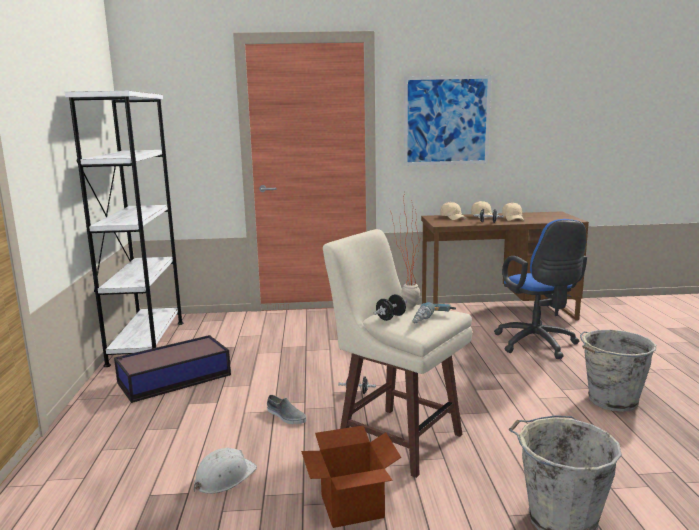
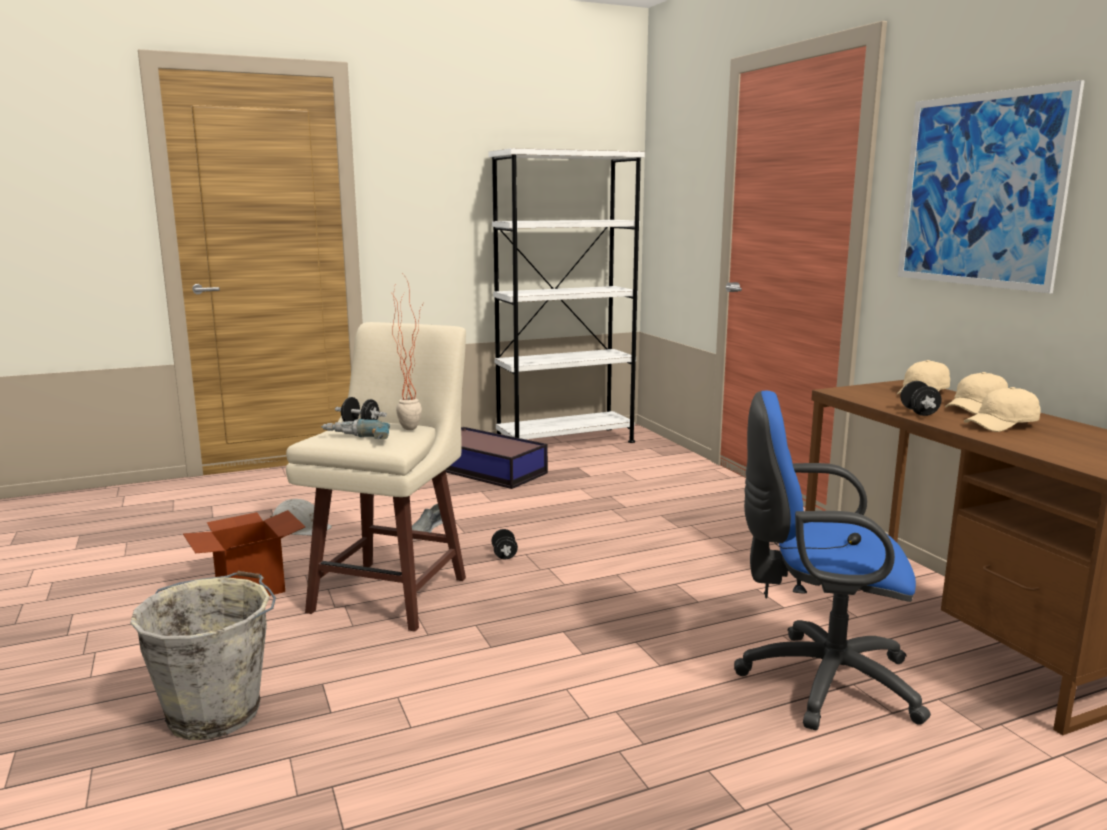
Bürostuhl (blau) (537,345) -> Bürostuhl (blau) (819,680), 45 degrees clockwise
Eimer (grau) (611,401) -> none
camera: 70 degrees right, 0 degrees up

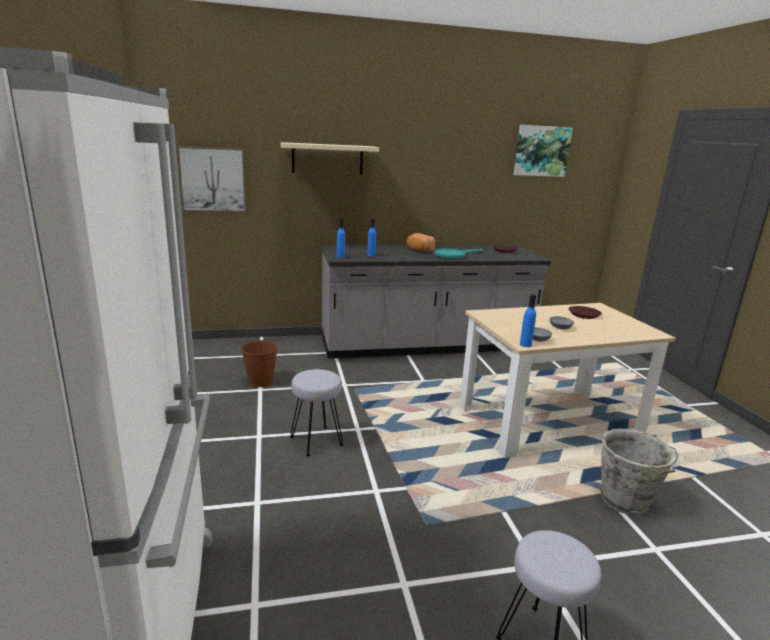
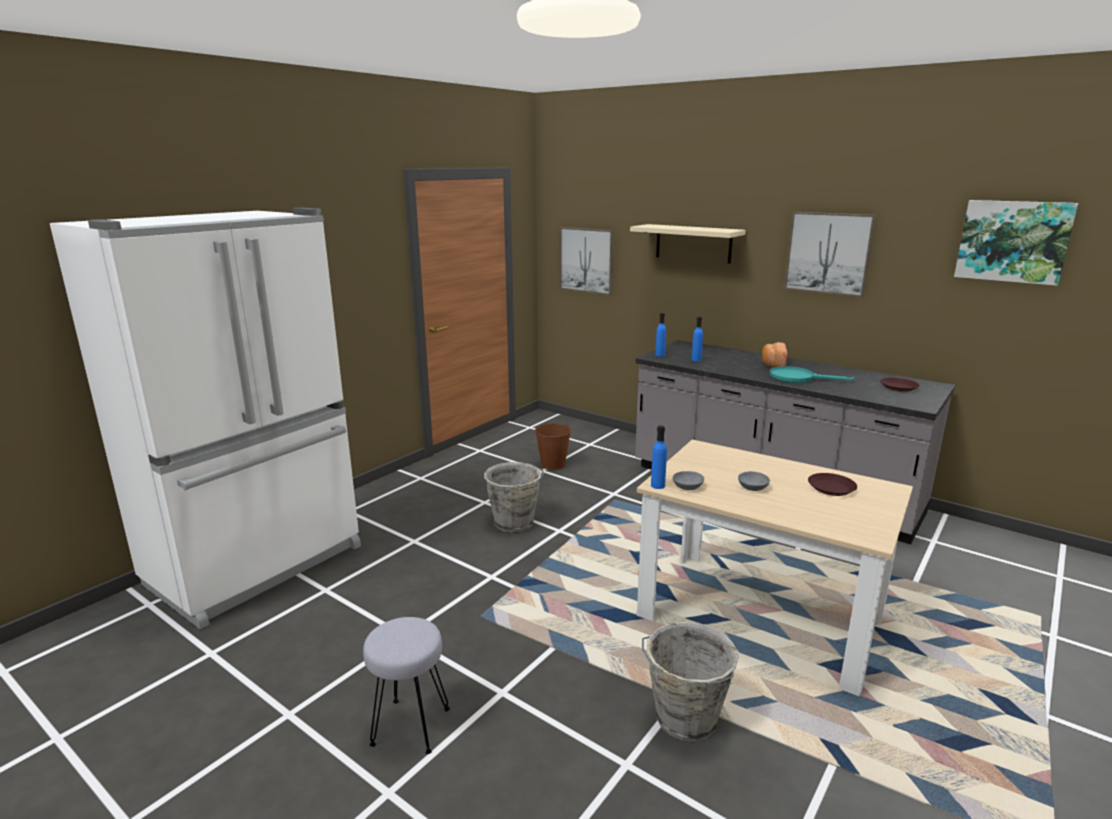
Hocker (grau) (316,440) -> Eimer (grau) (514,523)
none -> Bild (828,253)
camera: 50 degrees right, 0 degrees up

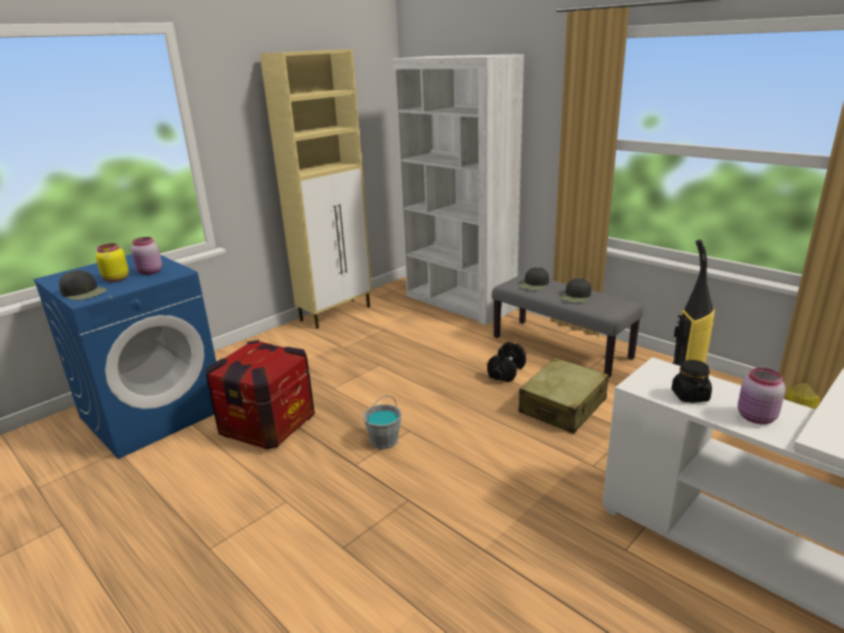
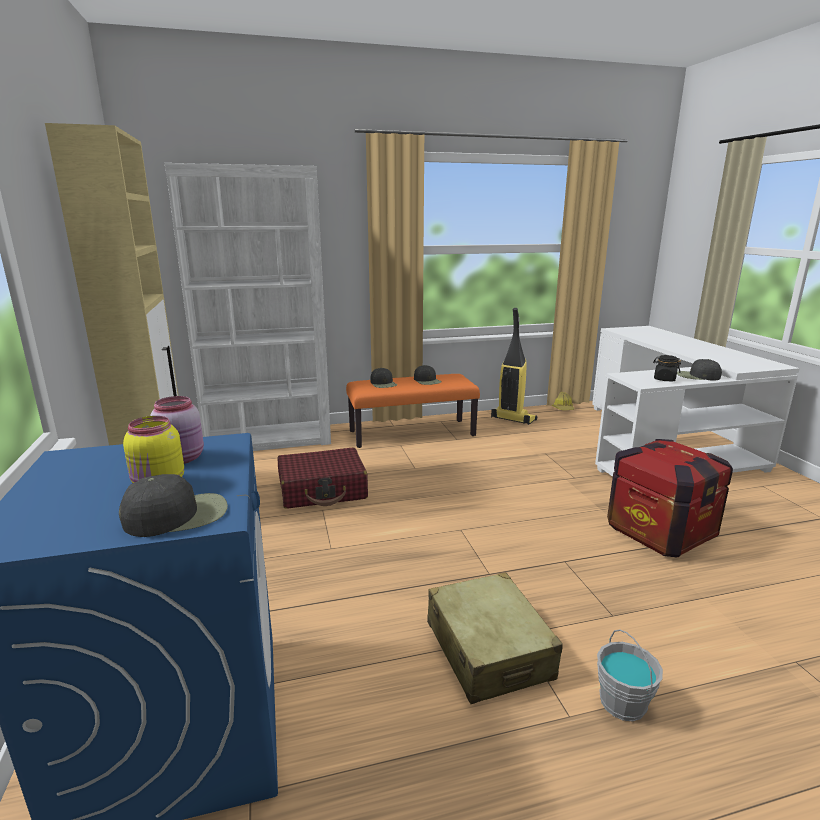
none -> Koffer (rot) (323,490)
Bank (grau) (561,347) -> Bank (orange) (412,433)
Koffer (beige) (563,406) -> Koffer (beige) (488,650), shifted
Eimer (grau) (384,440) -> Eimer (grau) (622,702), shifted
Kiste (268,426) -> Kiste (660,532), shifted
Vorratsglas (rosa) (756,418) -> Kappe (schwarz) (697,376)
Hantel (schwarz) (506,372) -> none
camera: 60 degrees left, 5 degrees down

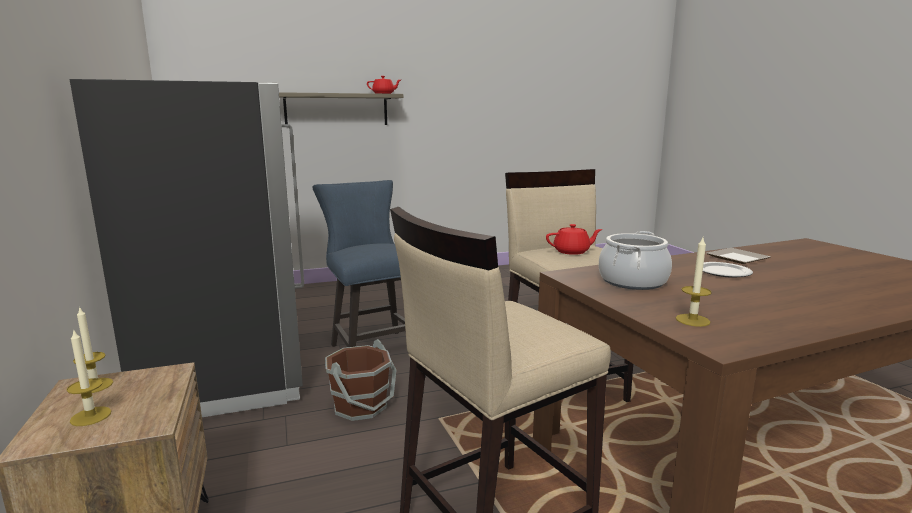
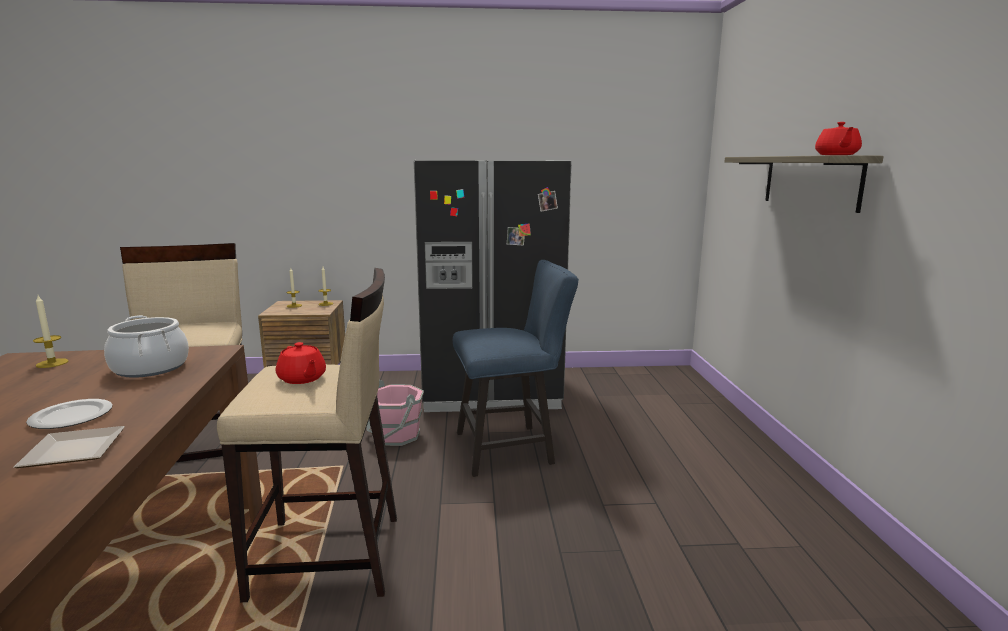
Teekanne (rot) (572,252) -> Teekanne (rot) (302,379), 45 degrees counterclockwise
Eimer (braun) (361,406) -> Eimer (rosa) (396,436)
camera: 105 degrees right, 0 degrees up

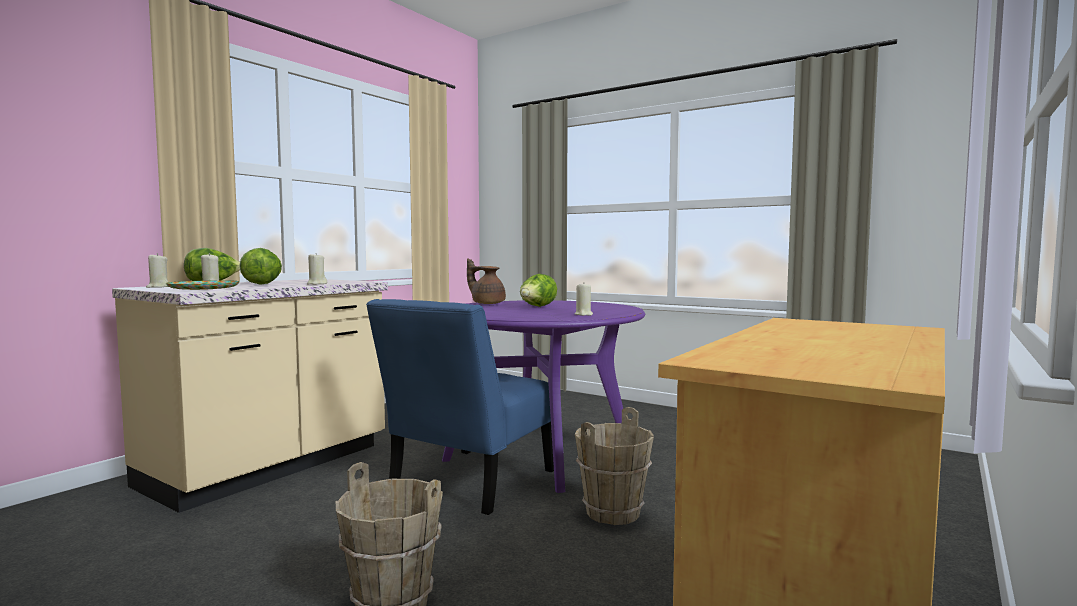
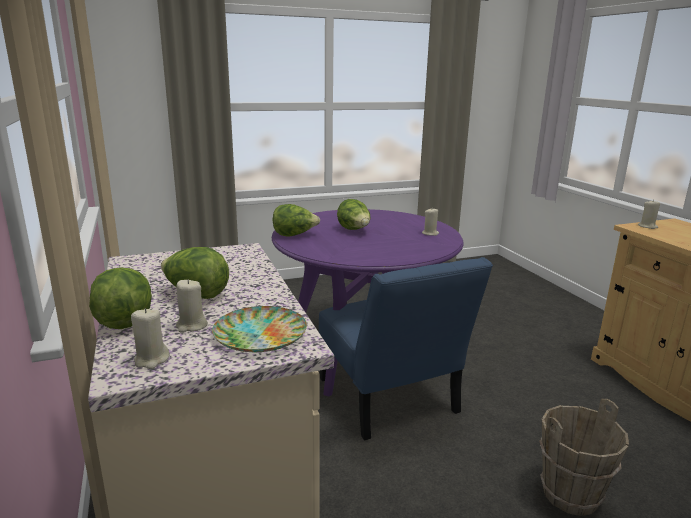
Teekanne (braun) (487,303) -> Salatkopf (294,235)
Kerze (beige) (316,284) -> Kerze (beige) (647,226), shifted
Eimer (braun) (613,513) -> none
camera: 55 degrees left, 15 degrees up

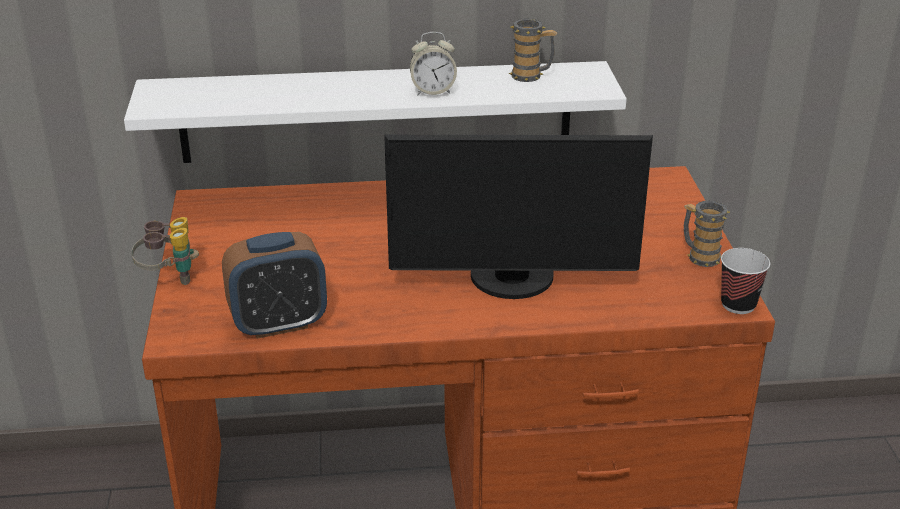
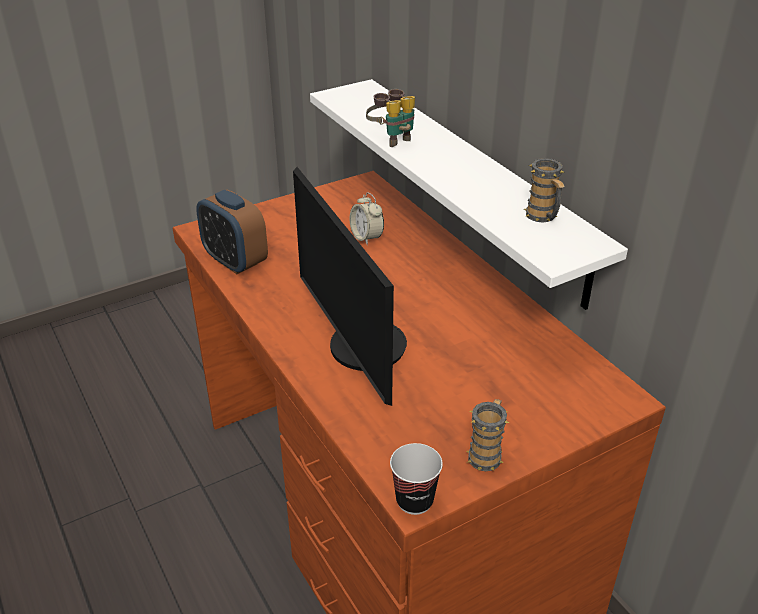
Wecker (433,91) -> Wecker (366,237), shifted
Fernglas (169,278) -> Fernglas (392,138), shifted
camera: 65 degrees right, 5 degrees up

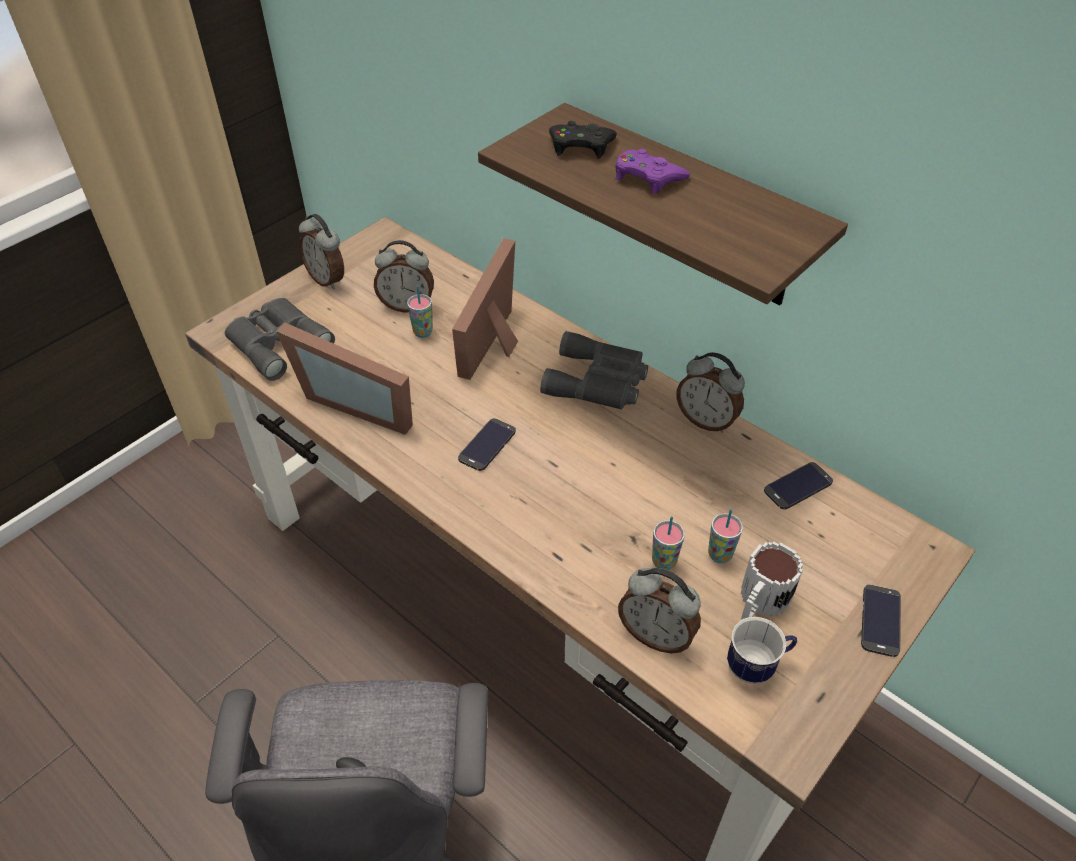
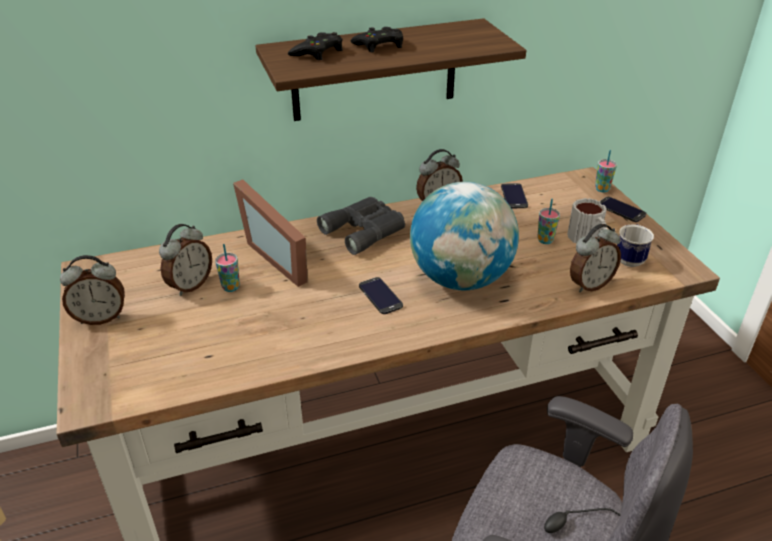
Gamepad (lila) (647,177) -> Gamepad (schwarz) (379,45)
none -> Globus (460,279)
Tasse (664,562) -> Tasse (602,189), shifted
Fernglas (grau) (277,342) -> none
Bilderrahmen (360,401) -> none
camera: 60 degrees left, 10 degrees down

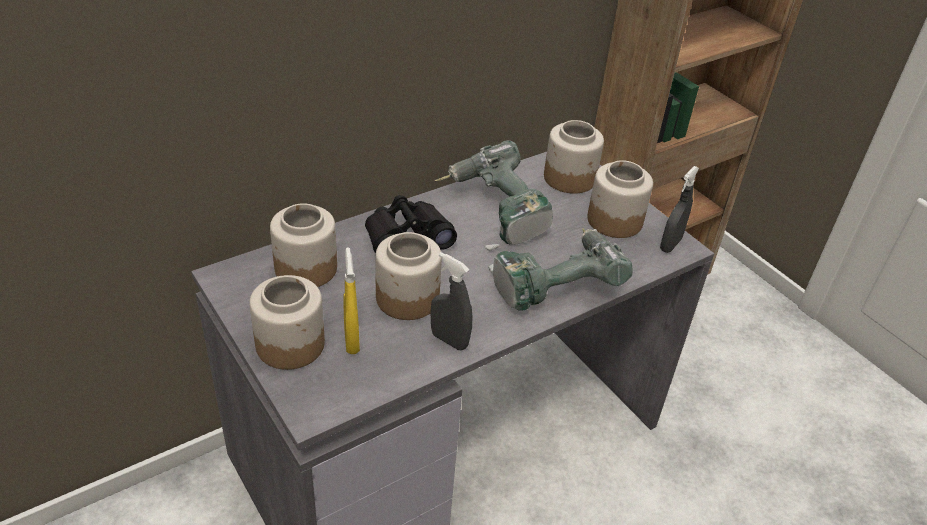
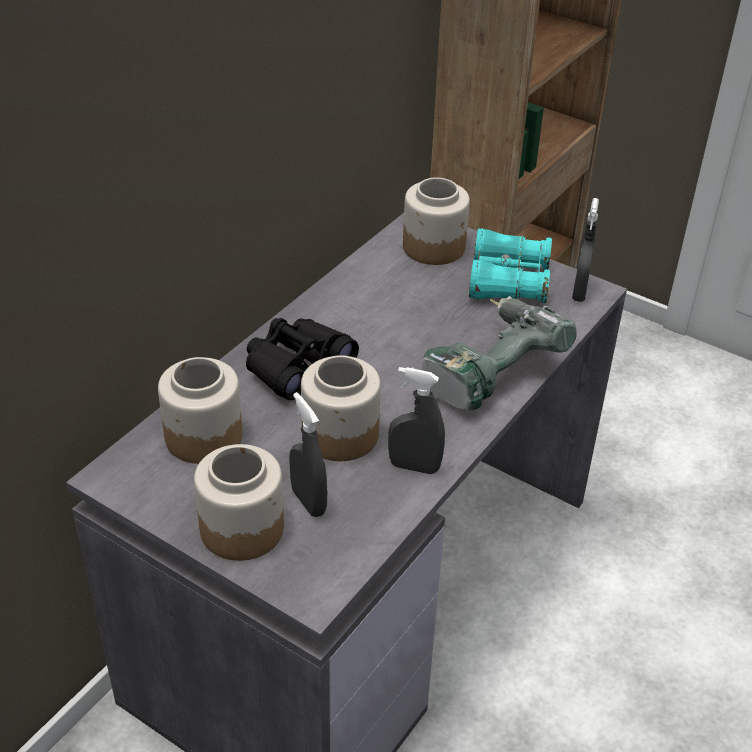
Sprühflasche (gelb) (351,340) -> Sprühflasche (grau) (308,502)
Vorratsglas (614,220) -> Fernglas (türkis) (508,281)
Bohrmaschine (494,213) -> none
camera: 20 degrees left, 0 degrees up

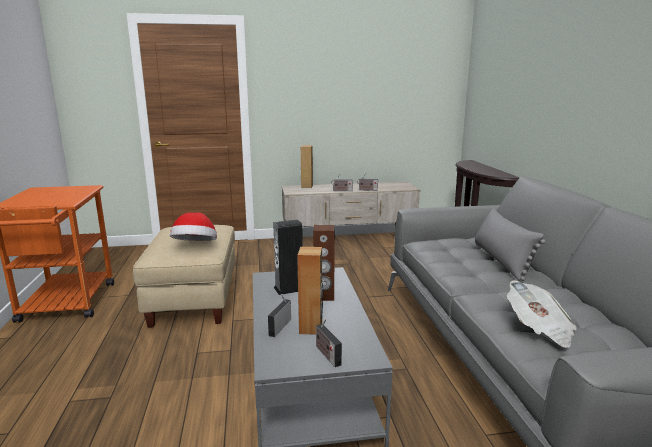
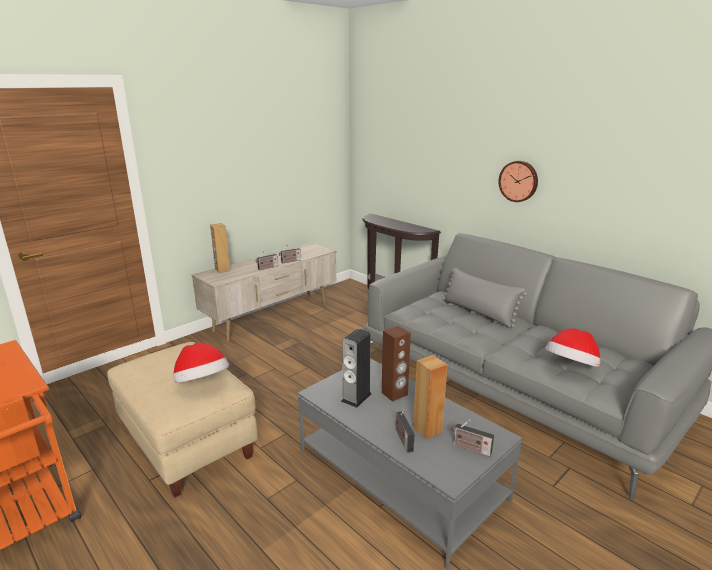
none -> Wanduhr (519,181)
Zeitung (539,329) -> Hut (571,367)
camera: 35 degrees left, 5 degrees up

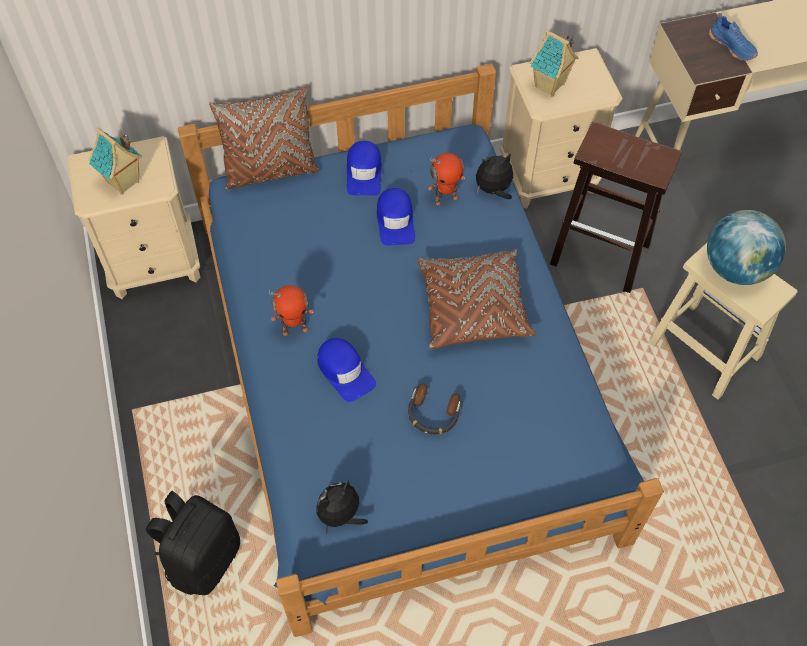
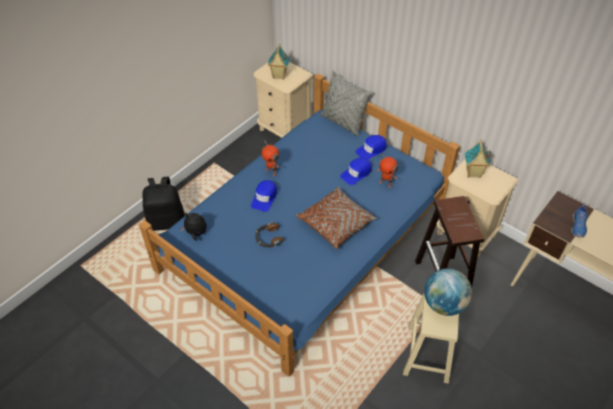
Kissen (braun) (270,171) -> Kissen (grau) (342,122)
Plüschtier (493,190) -> none
camera: 55 degrees right, 10 degrees down

